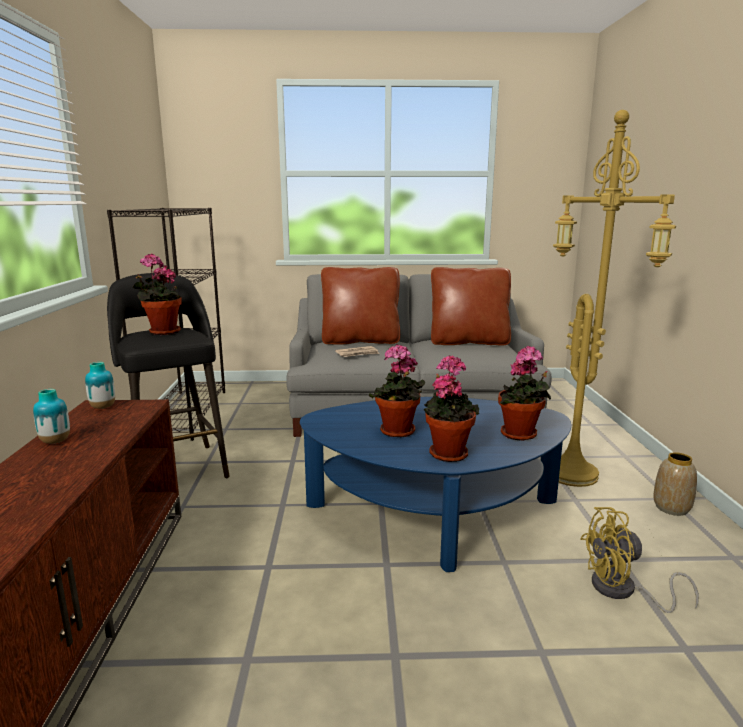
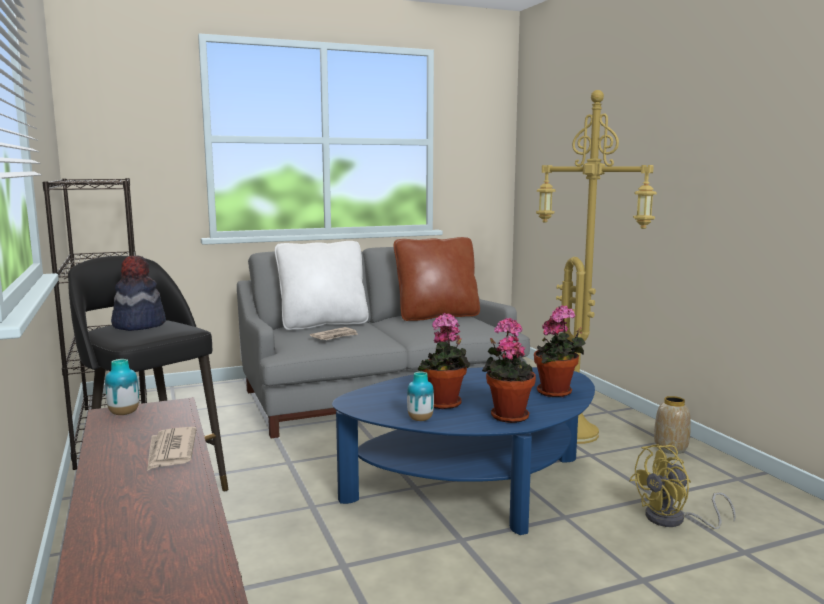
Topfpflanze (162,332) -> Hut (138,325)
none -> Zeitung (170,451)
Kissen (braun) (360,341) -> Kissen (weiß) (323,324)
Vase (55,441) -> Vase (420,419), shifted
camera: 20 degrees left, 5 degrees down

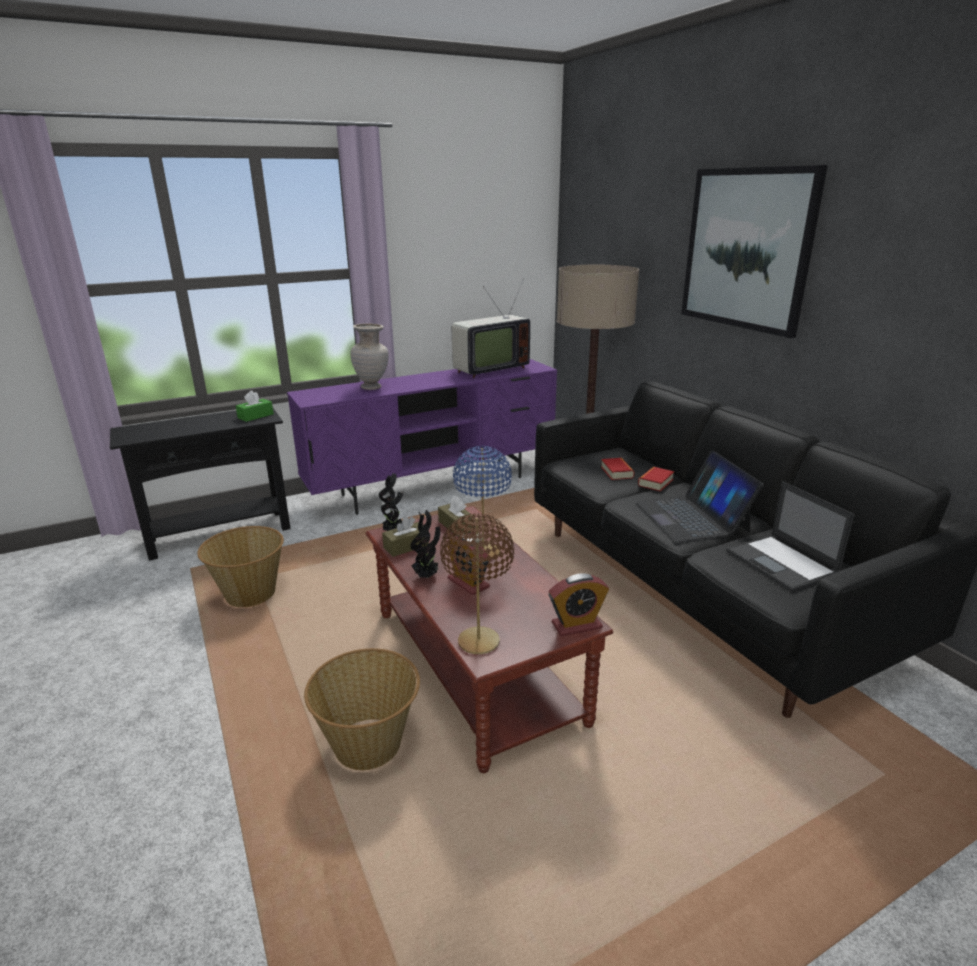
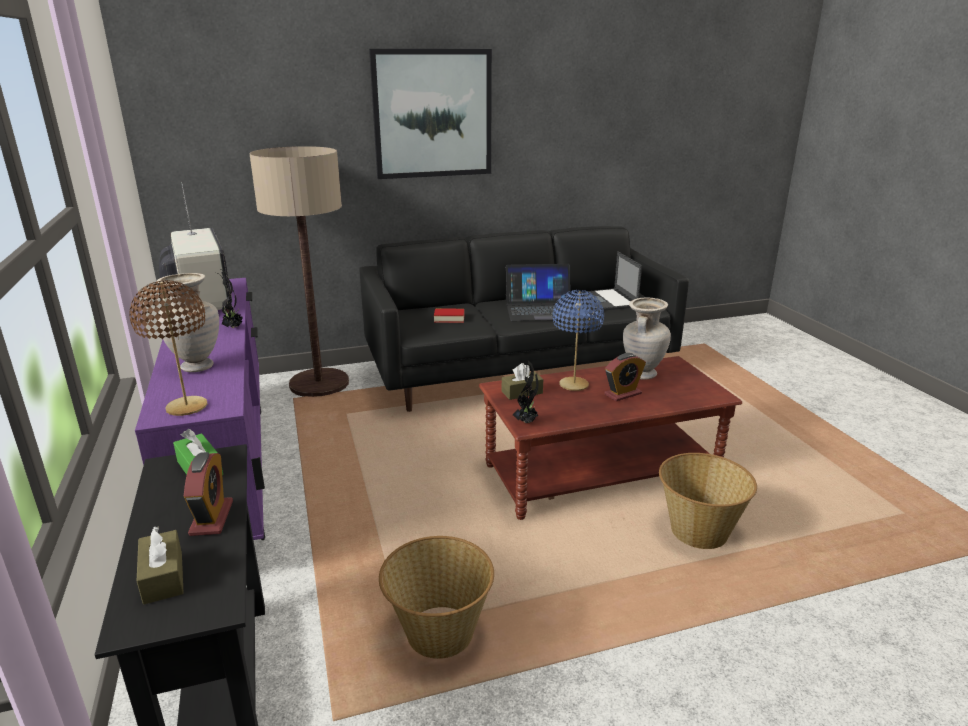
Tischlampe (braun) (479,641) -> Tischlampe (braun) (187,407), shifted
Taschentuchbox (braun) (406,546) -> Taschentuchbox (braun) (163,577), shifted
Wecker (576,625) -> Wecker (211,518), shifted
Topfpflanze (427,576) -> Topfpflanze (233,327), shifted
Laptop (782,563) -> Laptop (608,300), 90 degrees clockwise
none -> Vase (beige) (642,374)
Buch (655,482) -> none
camera: 80 degrees left, 0 degrees up

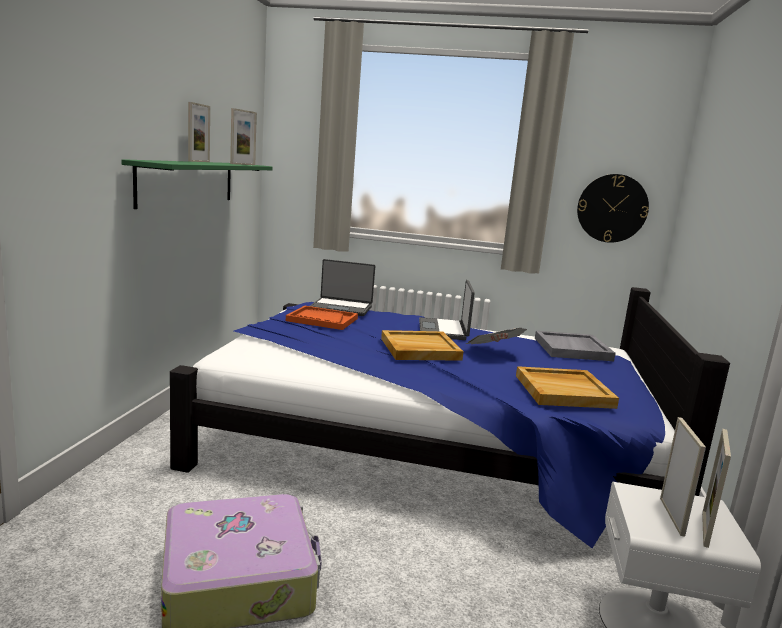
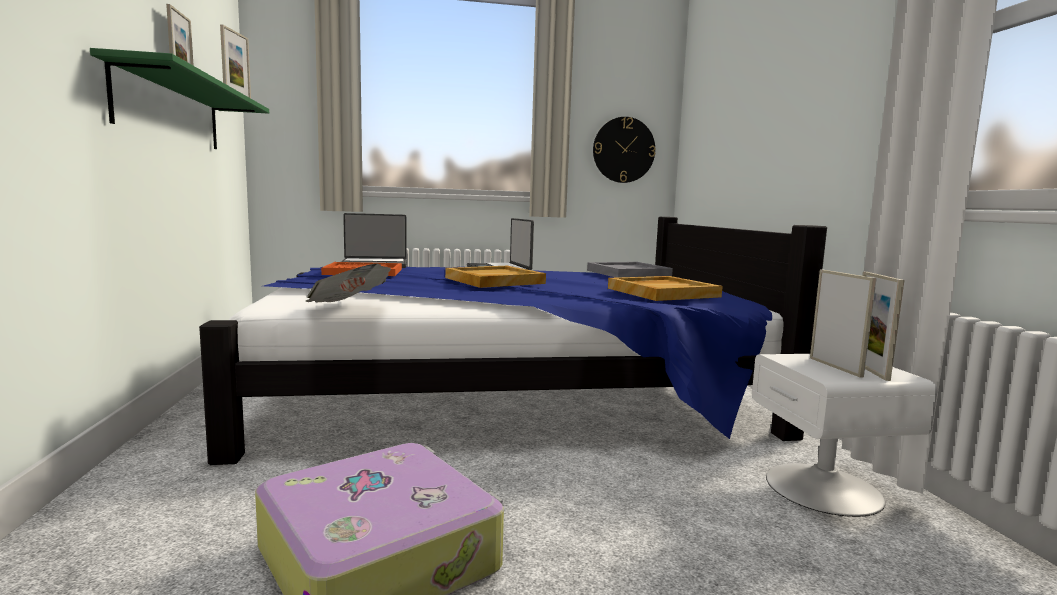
Zeitung (493,351) -> Zeitung (348,307), shifted
camera: 20 degrees left, 5 degrees down

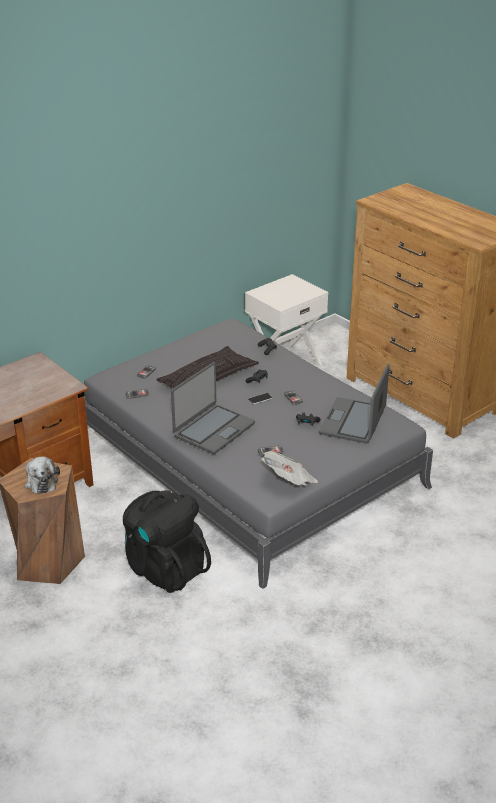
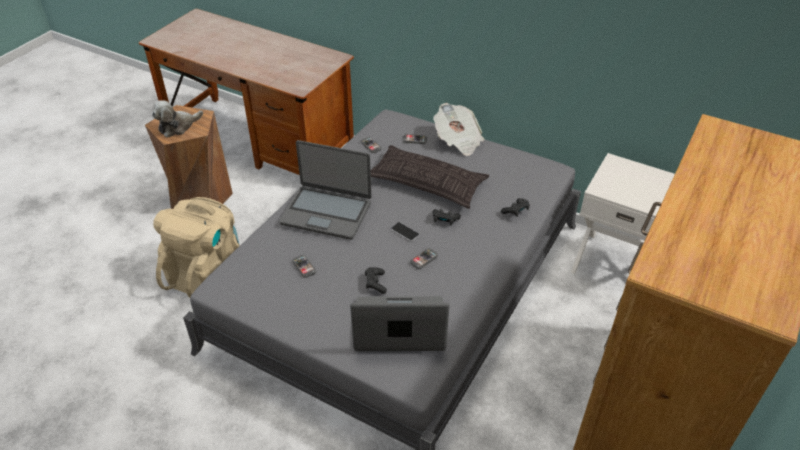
Rucksack (schwarz) (164,568) -> Rucksack (beige) (206,272)
Zeitung (289,481) -> Zeitung (458,140), shifted
camera: 70 degrees right, 10 degrees up

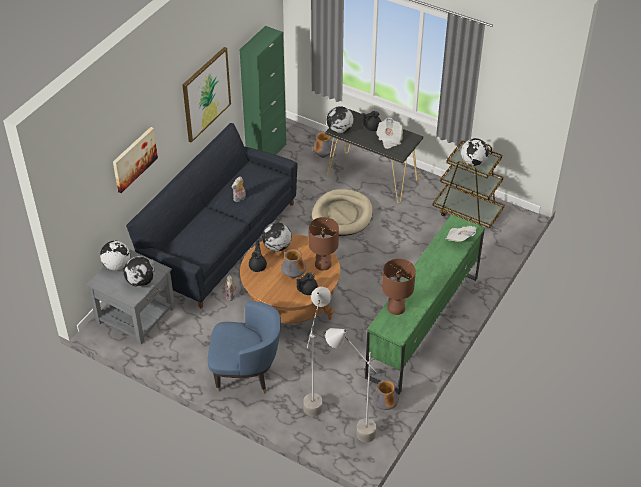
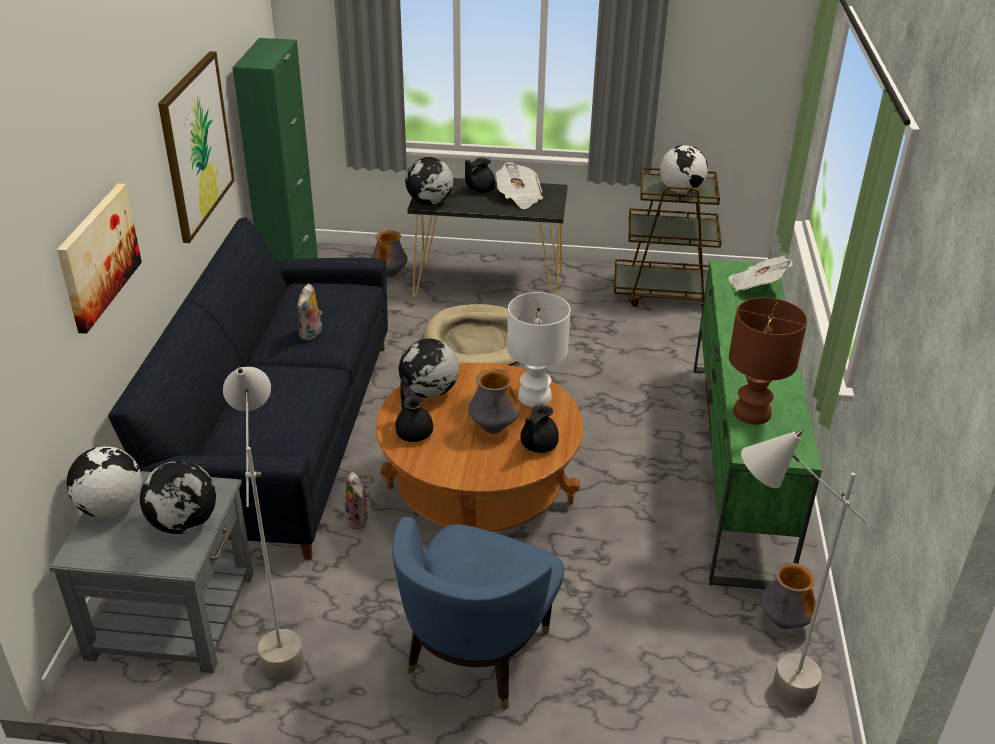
Stehlampe (grau) (316,395) -> Stehlampe (grau) (281,637), shifted
Sessel (blau) (246,373) -> Sessel (blau) (476,654), 135 degrees clockwise
Tischlampe (braun) (323,264) -> Tischlampe (weiß) (535,396)
camera: 25 degrees left, 10 degrees down

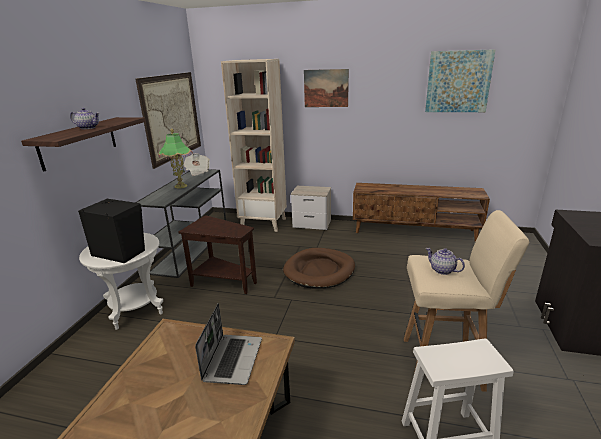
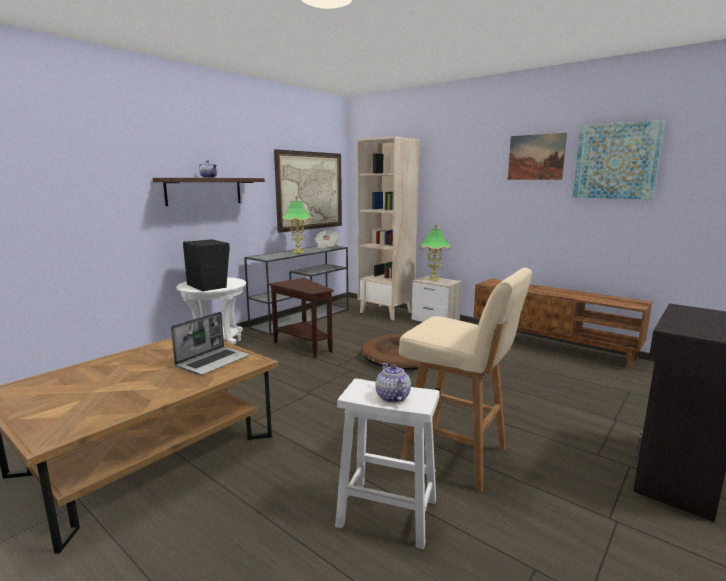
Teekanne (442,270) -> Teekanne (392,397), shifted
none -> Tischlampe (433,279)
Bild (326,88) -> Bild (536,157), shifted
camera: 25 degrees right, 10 degrees down

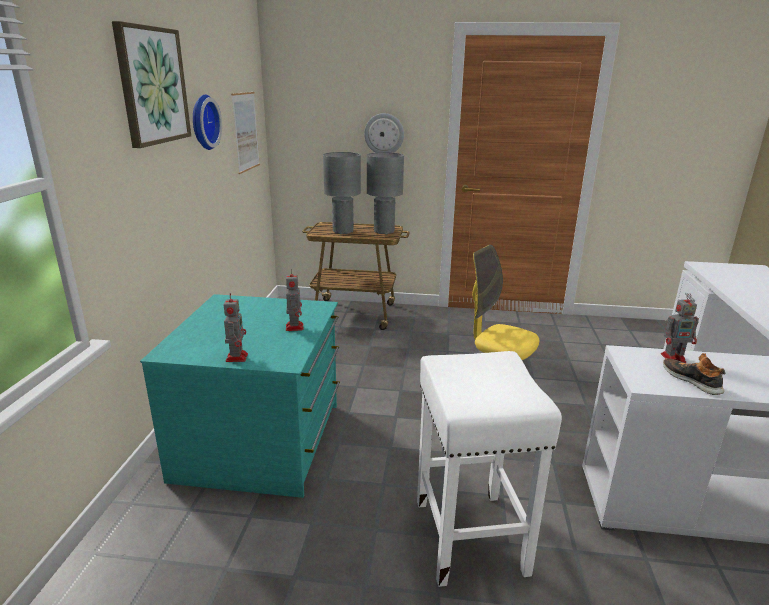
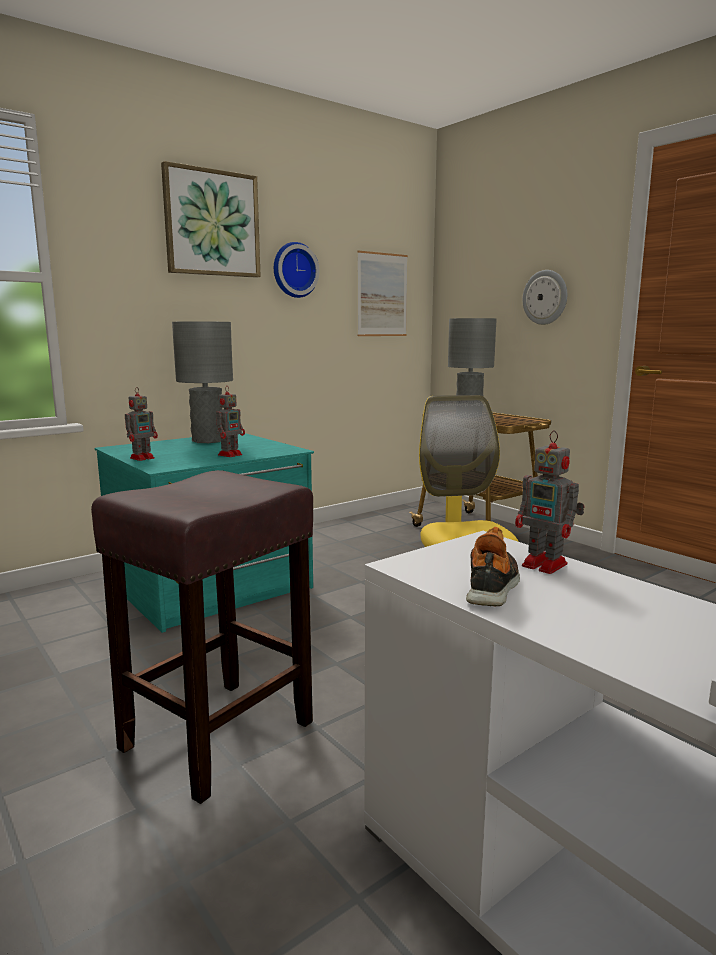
Hocker (weiß) (468,534) -> Hocker (braun) (220,733)
Tischlampe (grau) (384,231) -> Tischlampe (grau) (207,440), shifted
camera: 45 degrees right, 10 degrees down

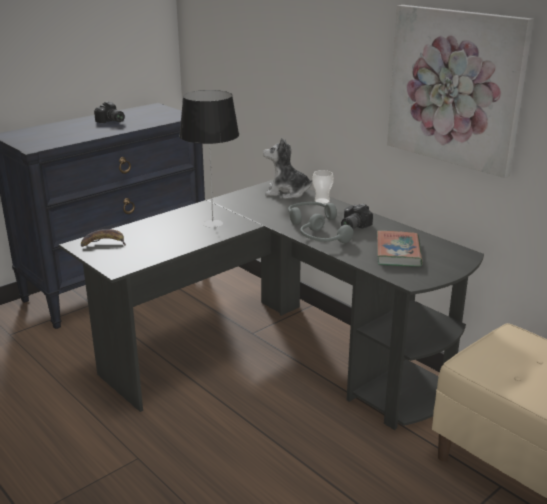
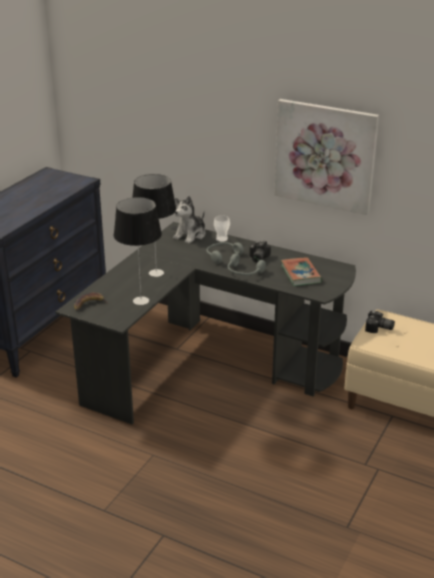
none -> Tischlampe (140,300)
Plüschtier (287,193) -> Plüschtier (190,235), 45 degrees counterclockwise
Kamera (111,121) -> Kamera (379,329), shifted
camera: 20 degrees left, 5 degrees up

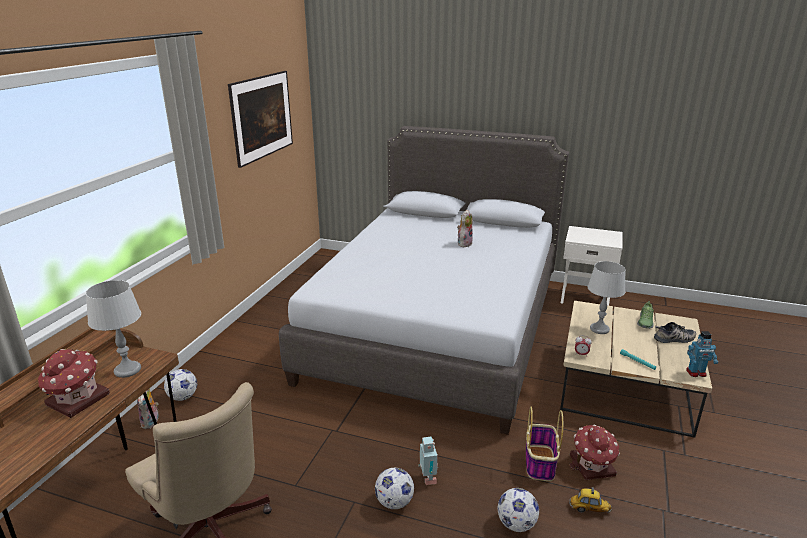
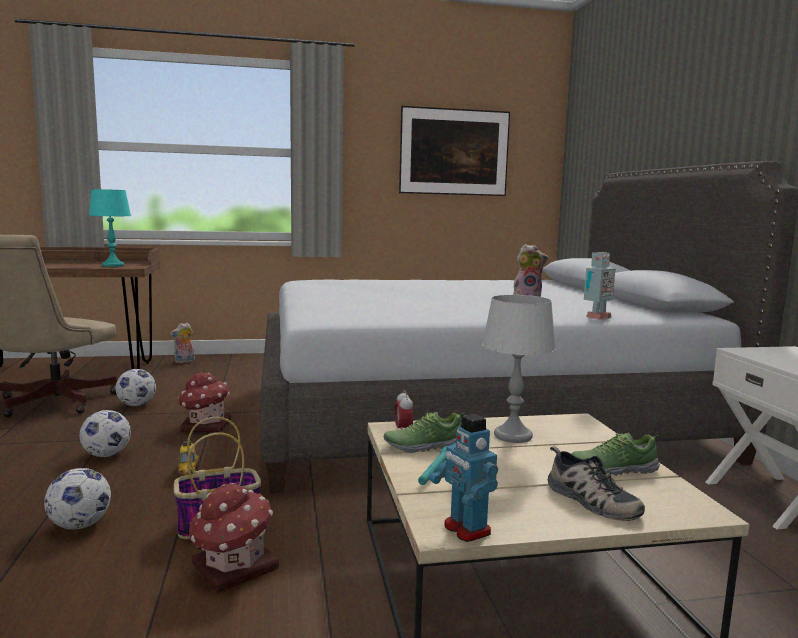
Tischlampe (grau) (127,370) -> Tischlampe (türkis) (113,265)
Fußball (183,397) -> Fußball (136,405), shifted
Spielzeughaus (77,400) -> Spielzeughaus (205,426), shifted
Spielzeugauto (589,509) -> Spielzeugauto (188,473), shifted
none -> Schuh (424,446)
Spielzeugroboter (427,479) -> Spielzeugroboter (596,317), shifted
camera: 60 degrees right, 15 degrees down

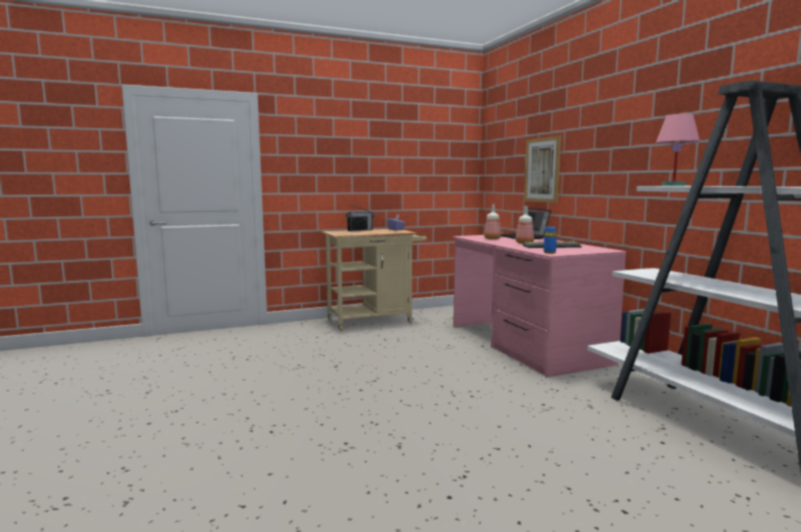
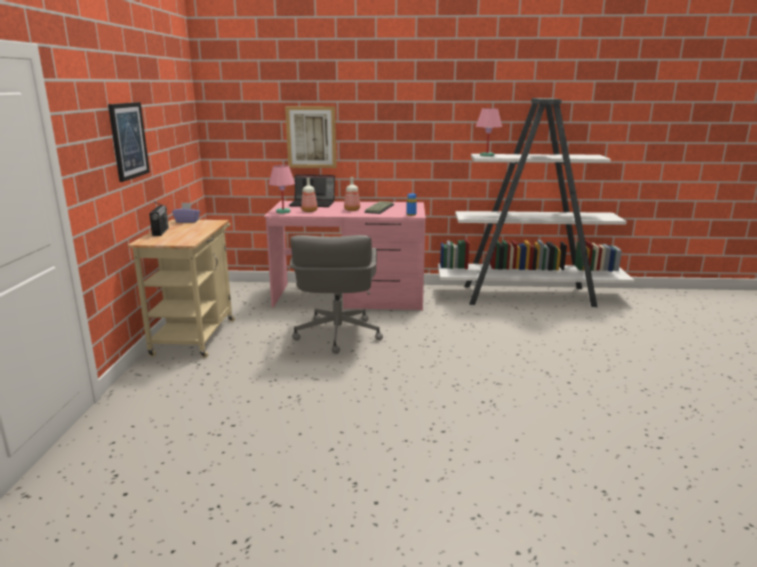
none -> Bild (128,140)
none -> Tischlampe (rosa) (283,211)
none -> Bürostuhl (grau) (337,335)
camera: 65 degrees left, 10 degrees up

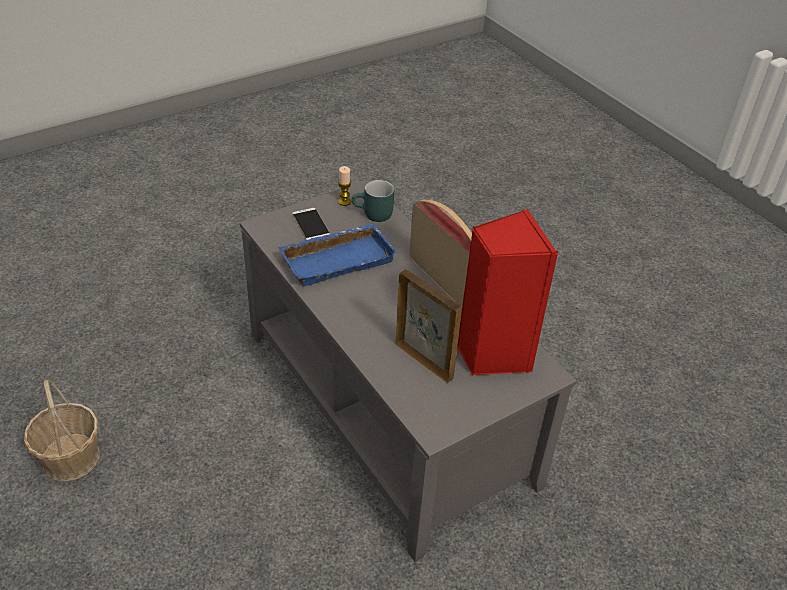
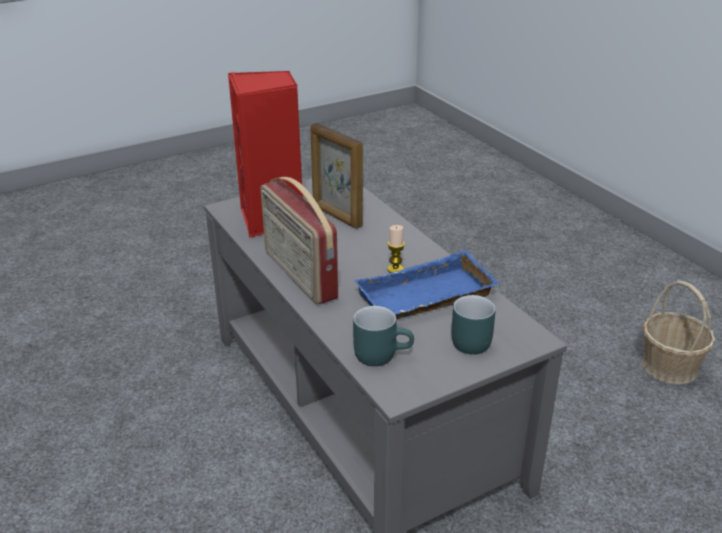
Kerze (344,201) -> Kerze (395,269), shifted
Handy (311,225) -> Henkelbecher (türkis) (467,339)
camera: 175 degrees left, 10 degrees down

